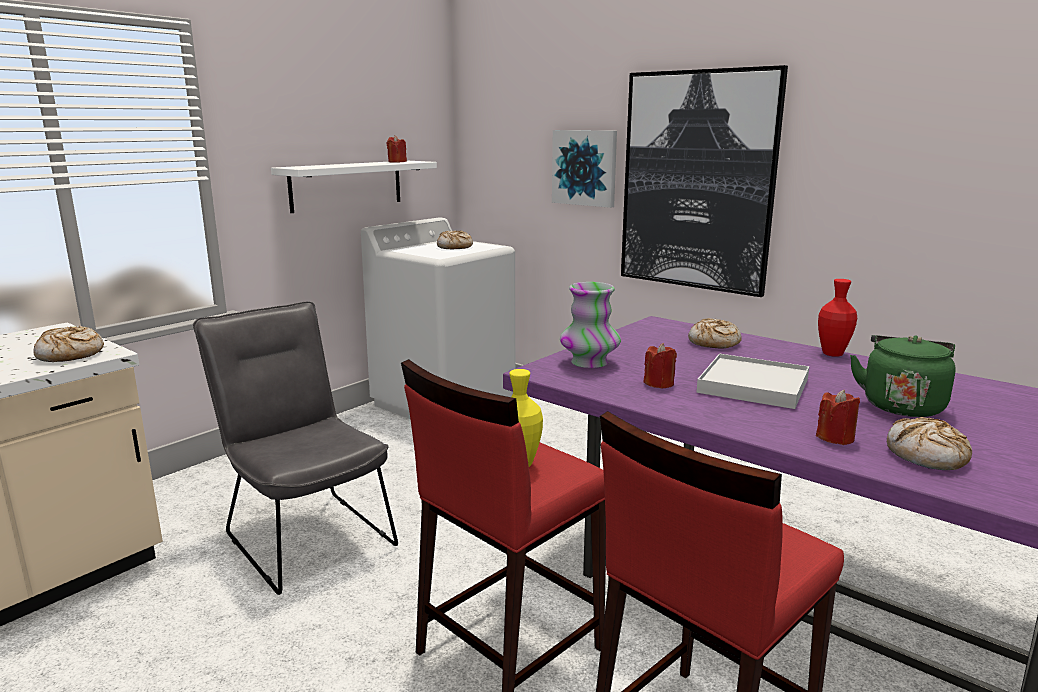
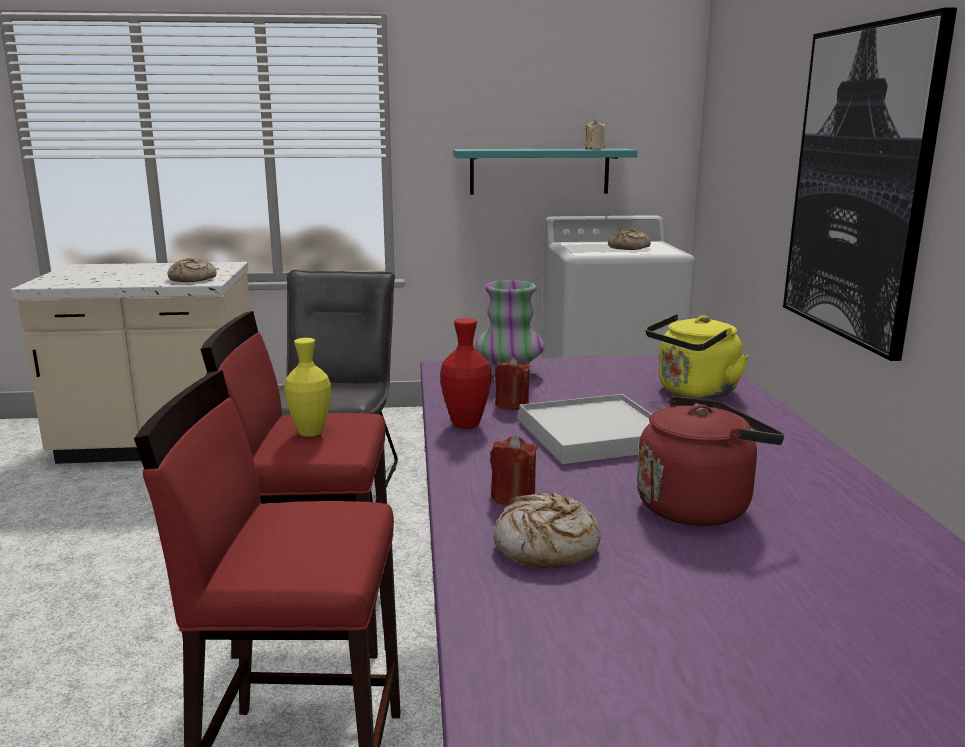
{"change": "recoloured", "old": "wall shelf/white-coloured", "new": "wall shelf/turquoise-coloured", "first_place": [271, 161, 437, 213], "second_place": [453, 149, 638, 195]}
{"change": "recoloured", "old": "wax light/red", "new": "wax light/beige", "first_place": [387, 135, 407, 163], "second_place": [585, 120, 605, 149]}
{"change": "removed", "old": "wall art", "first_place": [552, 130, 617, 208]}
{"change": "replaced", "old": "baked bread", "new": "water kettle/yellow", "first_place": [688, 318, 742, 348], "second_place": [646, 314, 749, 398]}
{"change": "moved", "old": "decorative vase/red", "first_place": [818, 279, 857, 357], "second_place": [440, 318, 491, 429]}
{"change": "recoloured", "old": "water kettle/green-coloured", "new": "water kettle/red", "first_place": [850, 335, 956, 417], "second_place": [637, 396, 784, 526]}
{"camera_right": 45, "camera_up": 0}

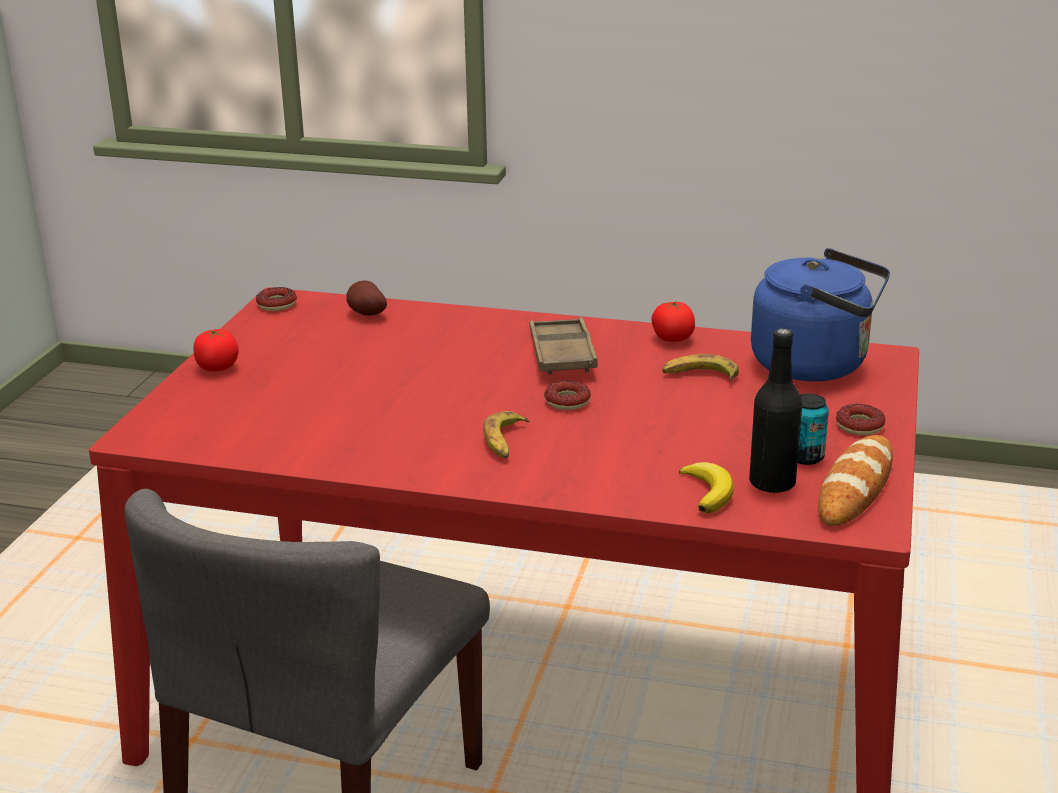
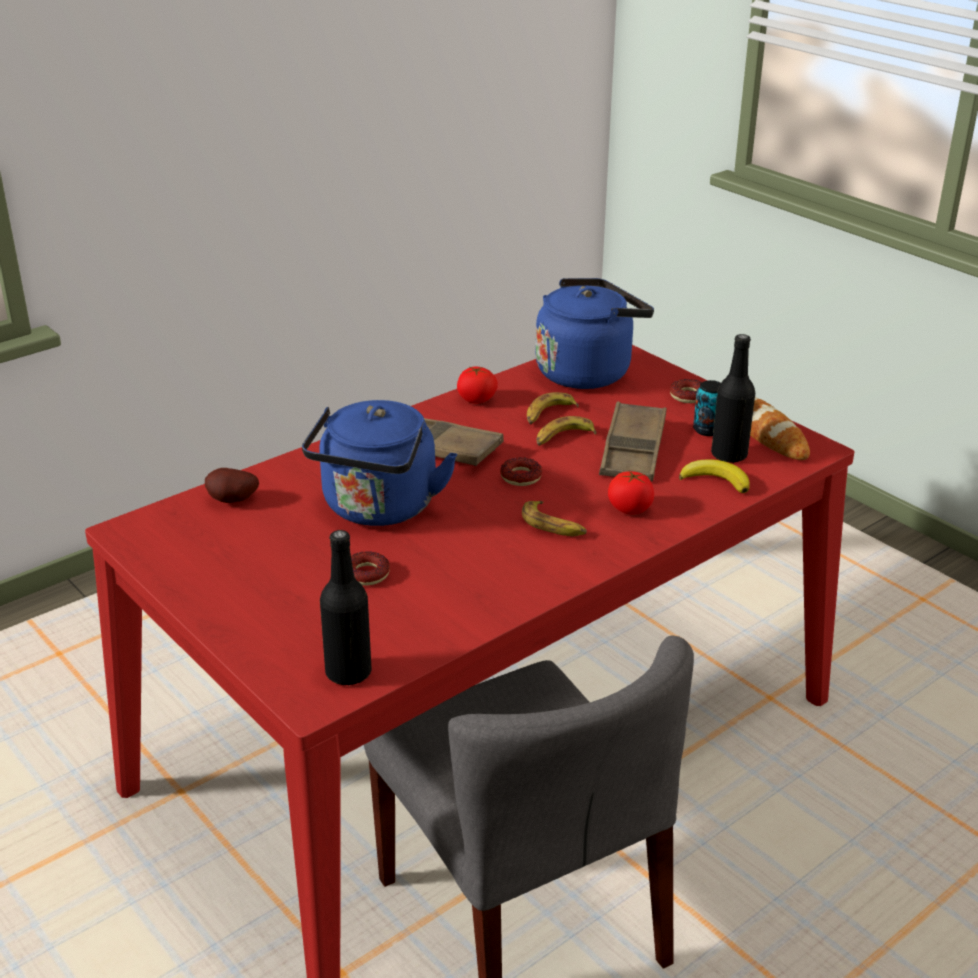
{"change": "moved", "old": "whole tomato", "first_place": [193, 329, 238, 372], "second_place": [608, 471, 654, 514]}
{"change": "moved", "old": "donut", "first_place": [256, 287, 297, 311], "second_place": [351, 551, 390, 586]}
{"change": "added", "new": "water kettle/bluish", "second_place": [302, 400, 457, 526]}
{"change": "added", "new": "beverage bottle/blackish", "second_place": [320, 530, 372, 685]}
{"change": "added", "new": "banana fruit", "second_place": [536, 416, 596, 446]}
{"change": "added", "new": "carrying tray/brownish", "second_place": [599, 402, 667, 482]}
{"camera_right": -55, "camera_up": 5}

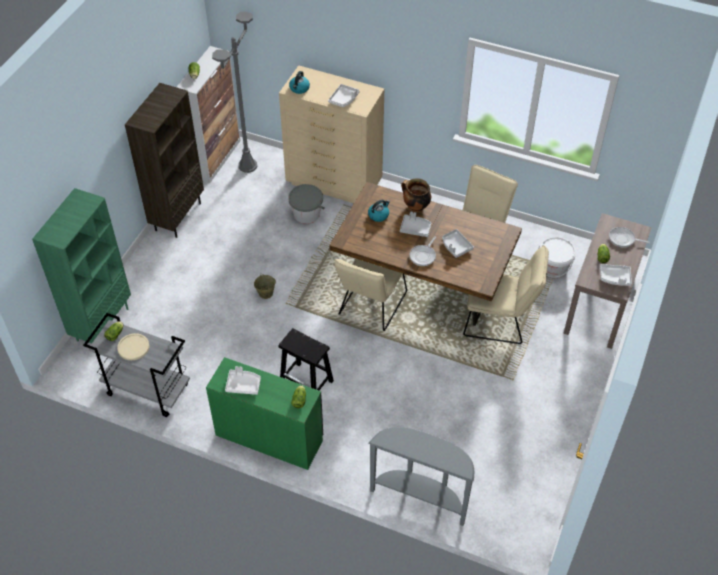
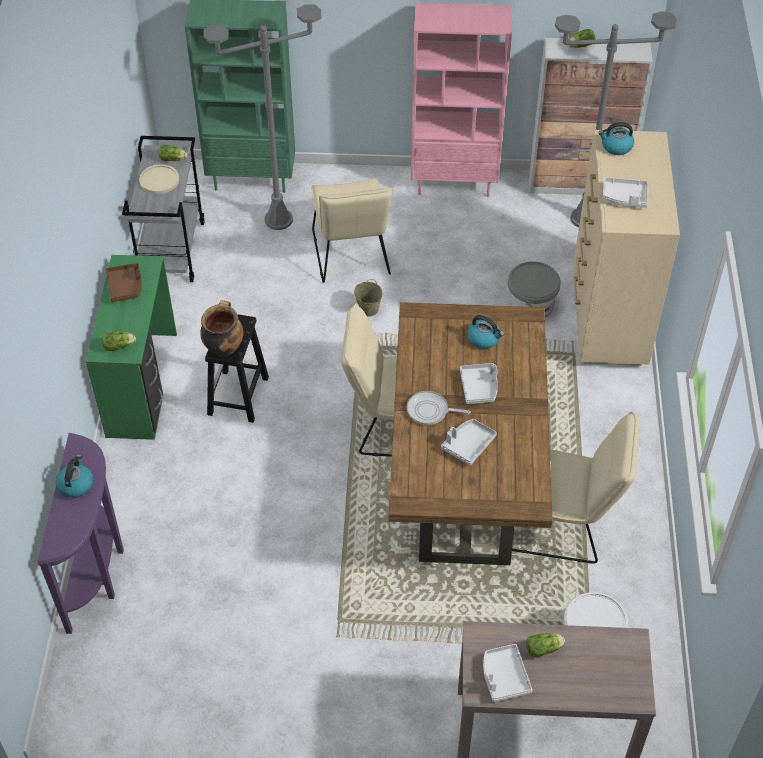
{"change": "recoloured", "old": "bookcase/brownish", "new": "bookcase/pink-coloured", "first_place": [125, 83, 204, 238], "second_place": [411, 3, 512, 197]}
{"change": "recoloured", "old": "carrying tray/white-coloured", "new": "carrying tray/brownish", "first_place": [225, 366, 261, 395], "second_place": [106, 263, 142, 302]}
{"change": "recoloured", "old": "narrow table/gray", "new": "narrow table/purplish", "first_place": [368, 427, 474, 526], "second_place": [38, 433, 124, 634]}
{"change": "moved", "old": "cooking pot", "first_place": [401, 178, 431, 212], "second_place": [200, 300, 243, 356]}
{"change": "moved", "old": "upright chair/beige", "first_place": [463, 245, 549, 344], "second_place": [311, 178, 393, 283]}
{"change": "removed", "old": "skillet", "first_place": [609, 227, 650, 247]}
{"change": "added", "new": "water kettle", "second_place": [56, 455, 93, 498]}
{"change": "added", "new": "floor lamp/gray", "second_place": [203, 4, 321, 230]}
{"camera_right": 70, "camera_up": 0}

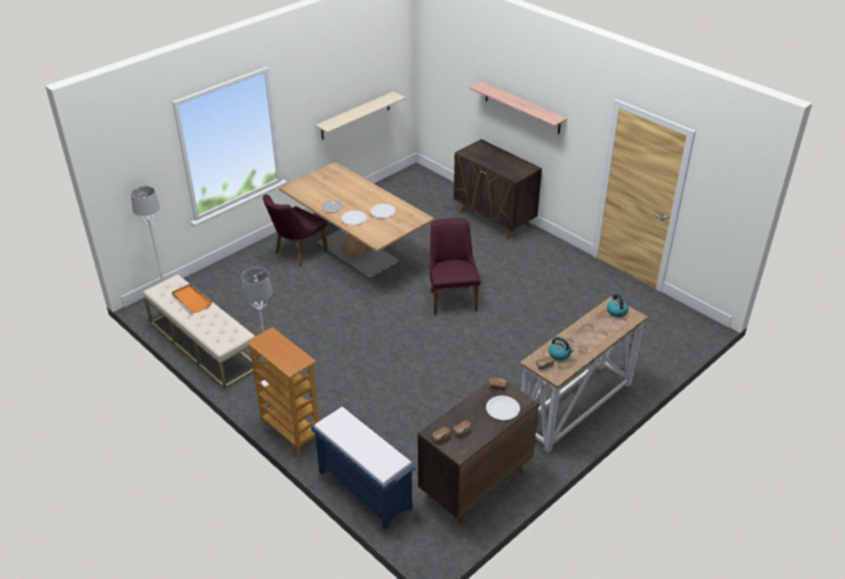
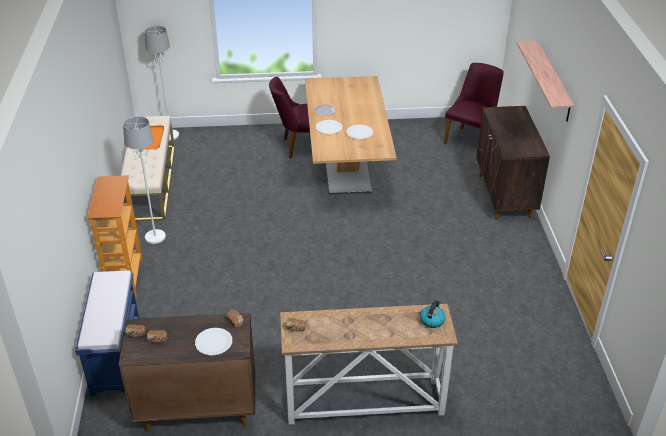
{"change": "removed", "old": "wall shelf/beige", "first_place": [315, 91, 406, 140]}
{"change": "moved", "old": "upright chair/purplish", "first_place": [429, 218, 481, 315], "second_place": [444, 63, 504, 144]}
{"change": "removed", "old": "water kettle", "first_place": [548, 337, 574, 361]}
{"camera_right": 40, "camera_up": 0}

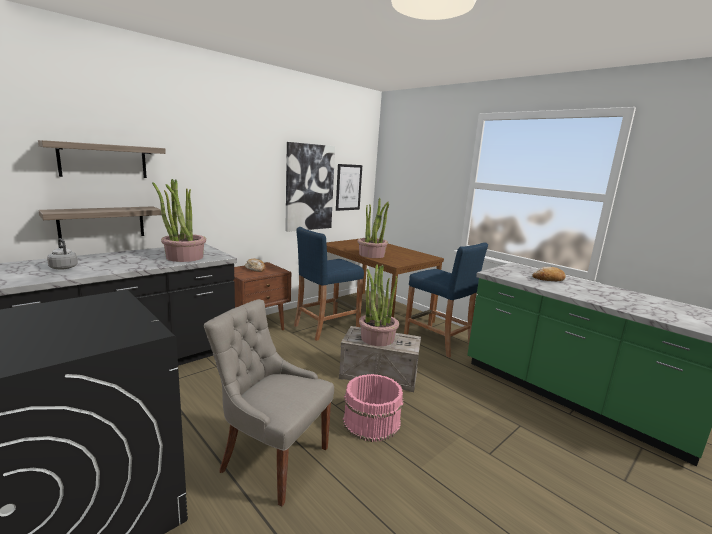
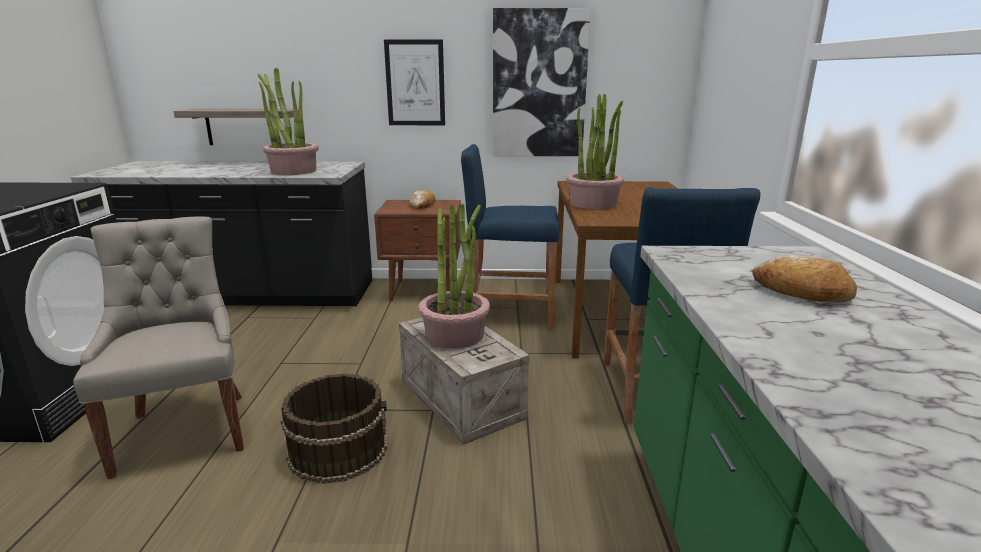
{"change": "removed", "old": "wall shelf", "first_place": [38, 140, 166, 178]}
{"change": "removed", "old": "water kettle/gray", "first_place": [47, 238, 78, 270]}
{"change": "moved", "old": "wall art", "first_place": [336, 164, 362, 211], "second_place": [384, 40, 445, 125]}
{"change": "recoloured", "old": "bucket/pink-coloured", "new": "bucket/brownish", "first_place": [343, 374, 403, 442], "second_place": [281, 373, 387, 484]}
{"camera_right": 45, "camera_up": 5}

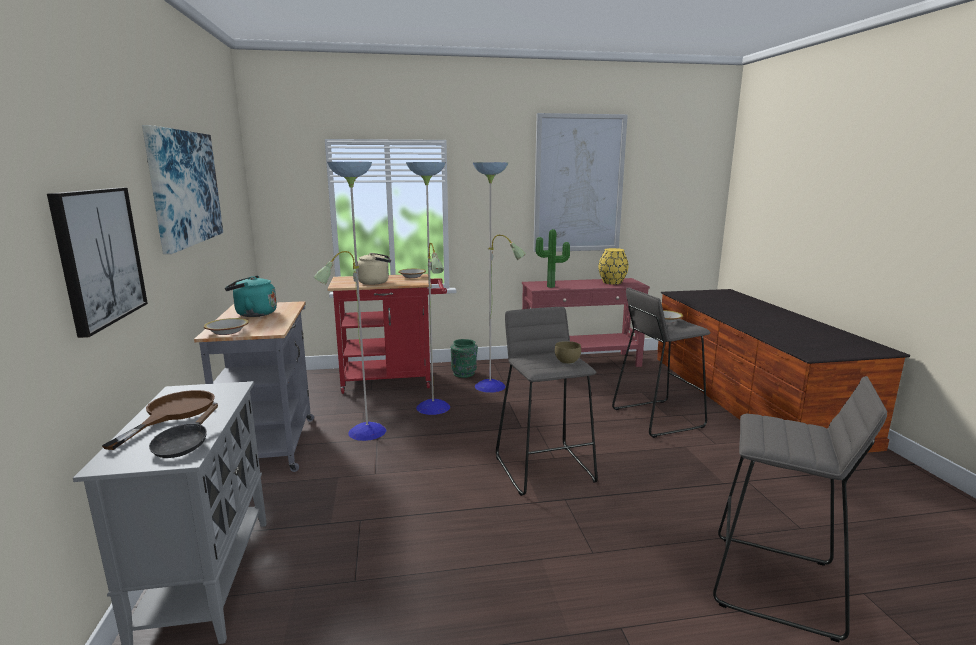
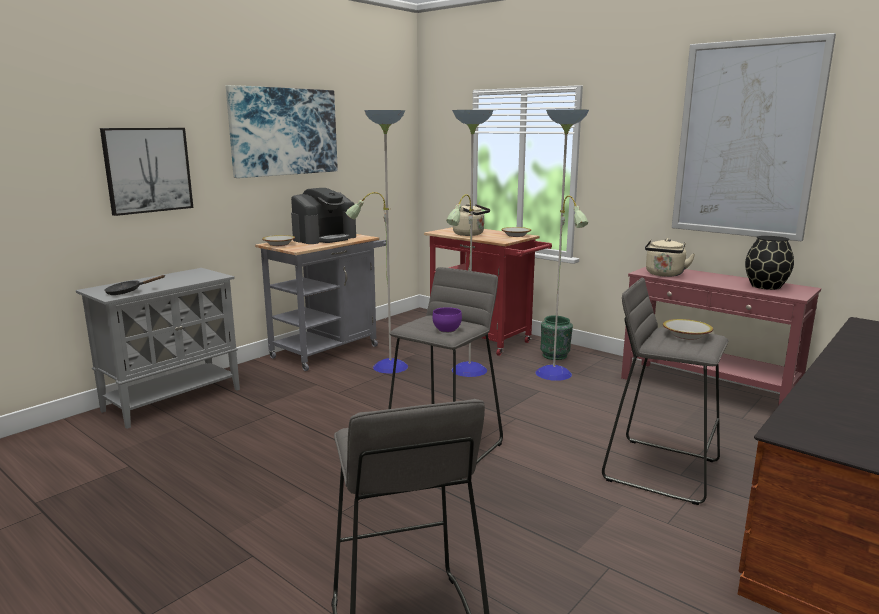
{"change": "removed", "old": "skillet/brownish", "first_place": [102, 390, 215, 450]}
{"change": "replaced", "old": "water kettle/turquoise-coloured", "new": "coffee brewer", "first_place": [225, 275, 277, 317], "second_place": [291, 188, 356, 244]}
{"change": "replaced", "old": "plant in a pot", "new": "water kettle/beige", "first_place": [536, 229, 570, 288], "second_place": [645, 238, 695, 277]}
{"change": "recoloured", "old": "bowl/brownish", "new": "bowl/purplish", "first_place": [555, 341, 581, 364], "second_place": [432, 307, 462, 333]}
{"change": "recoloured", "old": "decorative vase/yellow", "new": "decorative vase/blackish", "first_place": [598, 248, 628, 284], "second_place": [745, 236, 794, 290]}
{"camera_right": 50, "camera_up": 0}

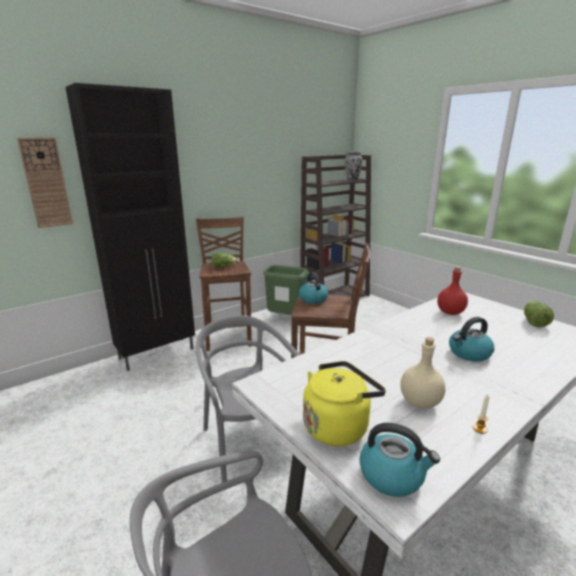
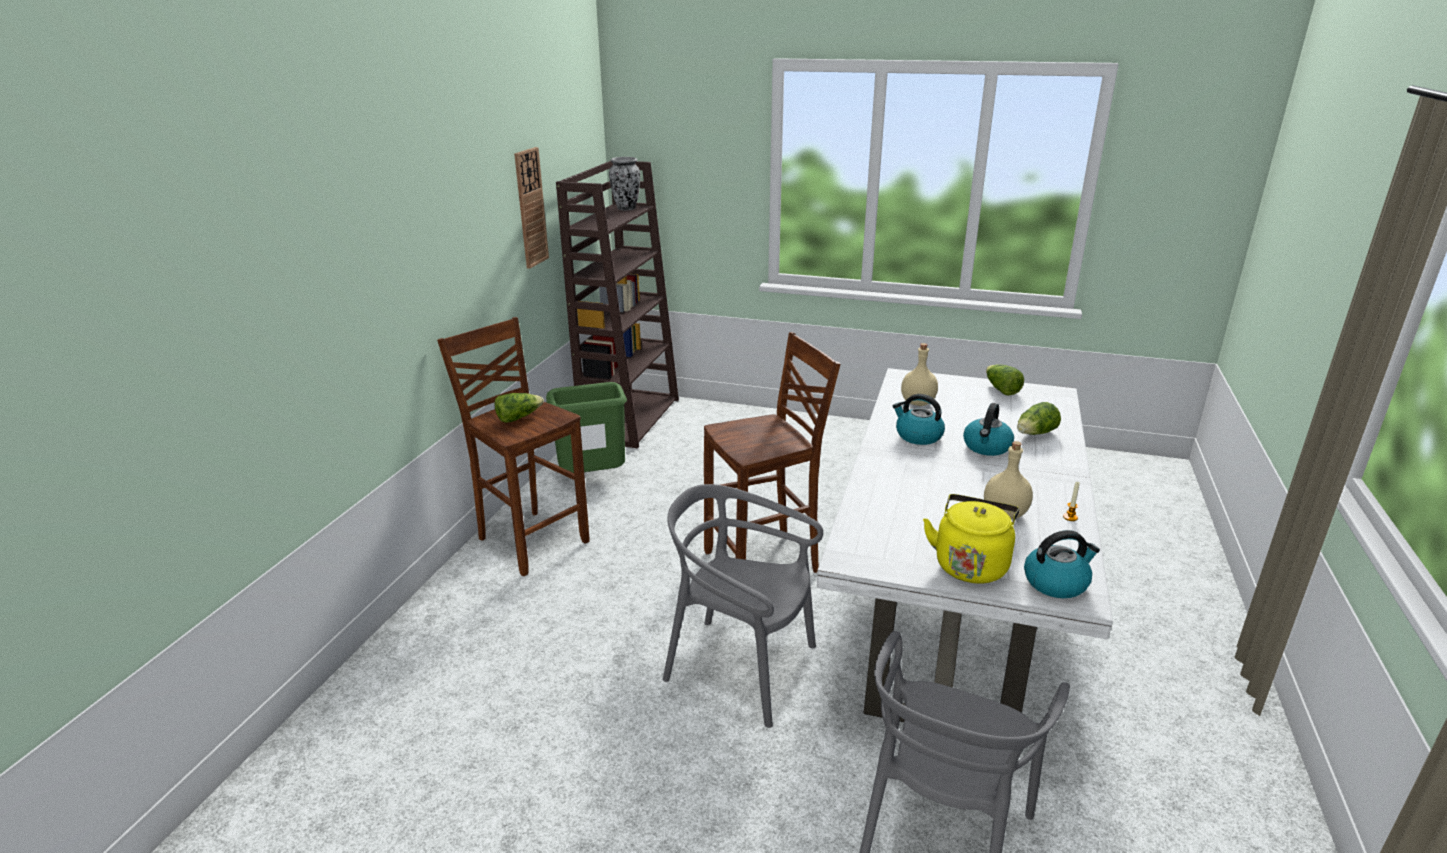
{"change": "moved", "old": "wall clock", "first_place": [17, 138, 73, 228], "second_place": [514, 147, 549, 269]}
{"change": "removed", "old": "cabinet/blackish", "first_place": [65, 83, 195, 371]}
{"change": "moved", "old": "water kettle", "first_place": [299, 272, 328, 304], "second_place": [893, 394, 945, 445]}
{"change": "recoloured", "old": "beverage bottle/red", "new": "beverage bottle/beige", "first_place": [437, 267, 468, 315], "second_place": [901, 343, 938, 406]}
{"change": "added", "new": "head of lettuce", "second_place": [1017, 402, 1061, 435]}
{"camera_right": -35, "camera_up": 5}

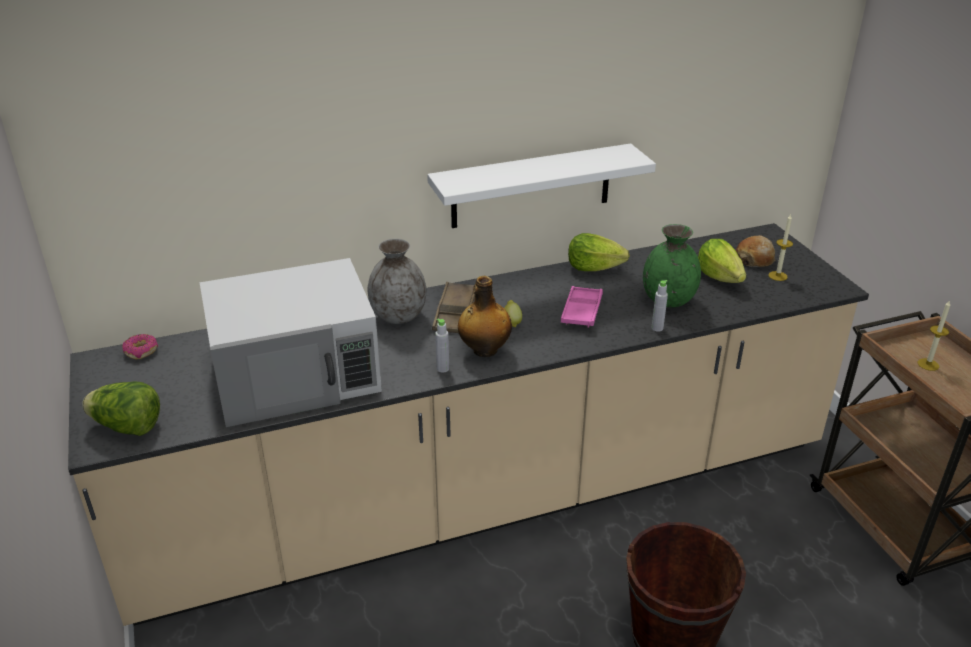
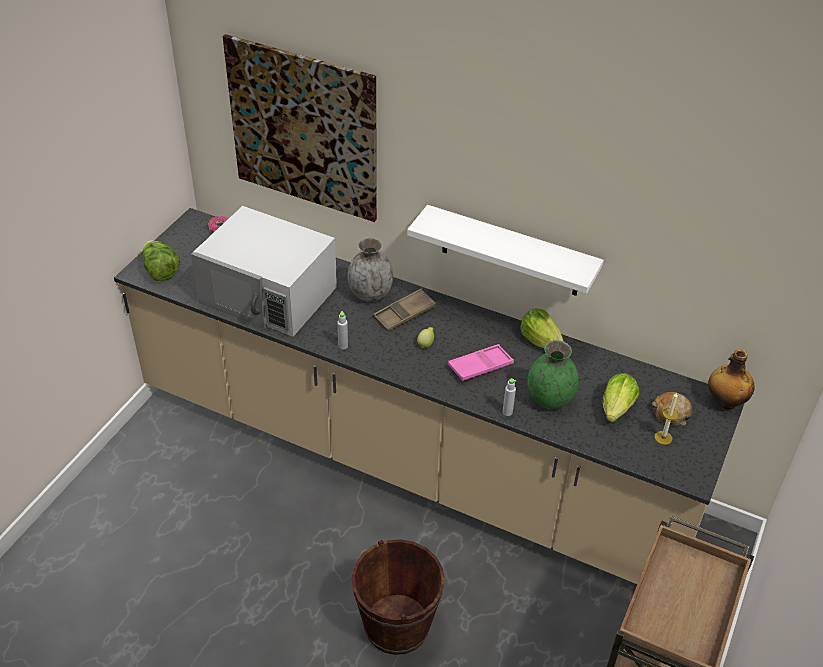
{"change": "moved", "old": "beverage bottle", "first_place": [458, 276, 512, 357], "second_place": [708, 350, 755, 409]}
{"change": "removed", "old": "wax light", "first_place": [918, 300, 950, 371]}
{"change": "added", "new": "wall art", "second_place": [223, 34, 377, 222]}
{"camera_right": 45, "camera_up": 10}

